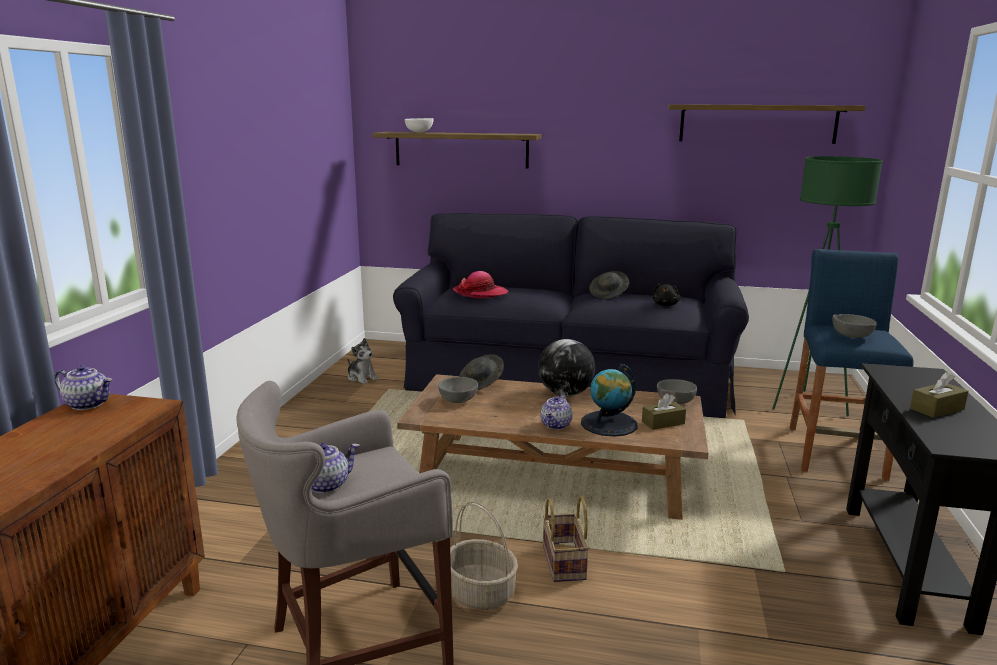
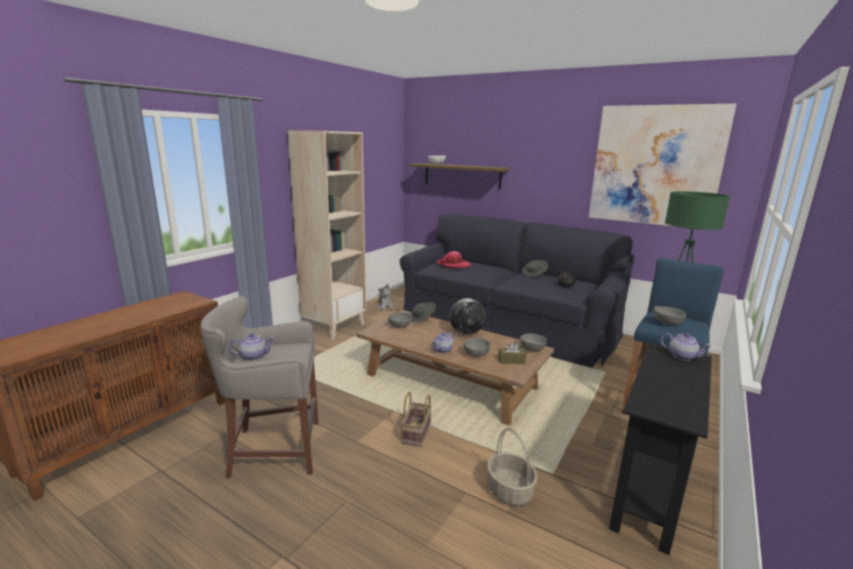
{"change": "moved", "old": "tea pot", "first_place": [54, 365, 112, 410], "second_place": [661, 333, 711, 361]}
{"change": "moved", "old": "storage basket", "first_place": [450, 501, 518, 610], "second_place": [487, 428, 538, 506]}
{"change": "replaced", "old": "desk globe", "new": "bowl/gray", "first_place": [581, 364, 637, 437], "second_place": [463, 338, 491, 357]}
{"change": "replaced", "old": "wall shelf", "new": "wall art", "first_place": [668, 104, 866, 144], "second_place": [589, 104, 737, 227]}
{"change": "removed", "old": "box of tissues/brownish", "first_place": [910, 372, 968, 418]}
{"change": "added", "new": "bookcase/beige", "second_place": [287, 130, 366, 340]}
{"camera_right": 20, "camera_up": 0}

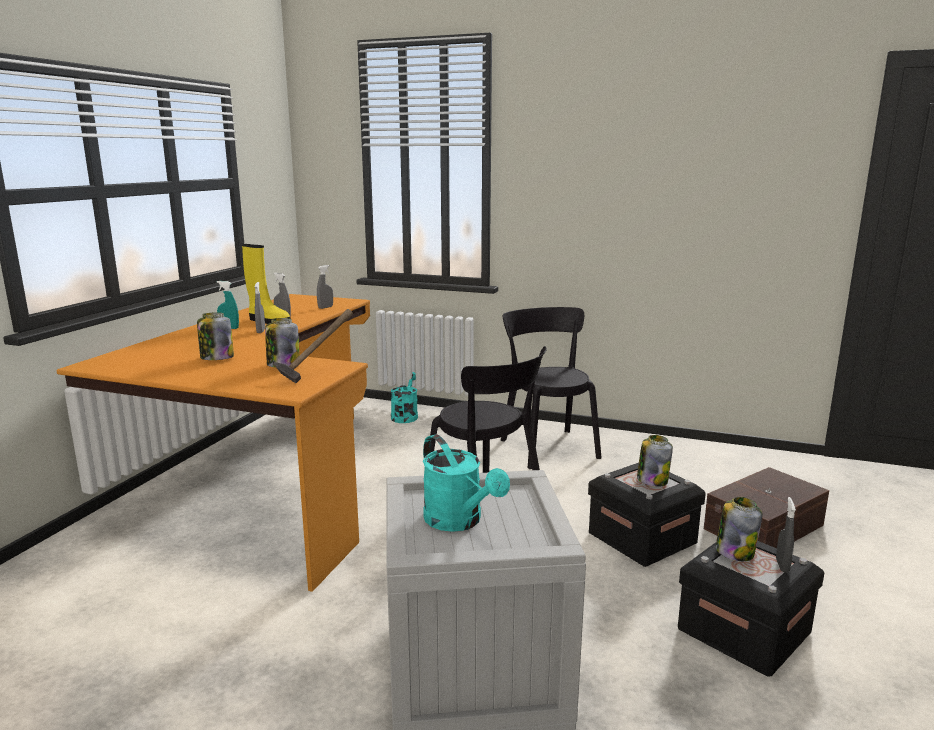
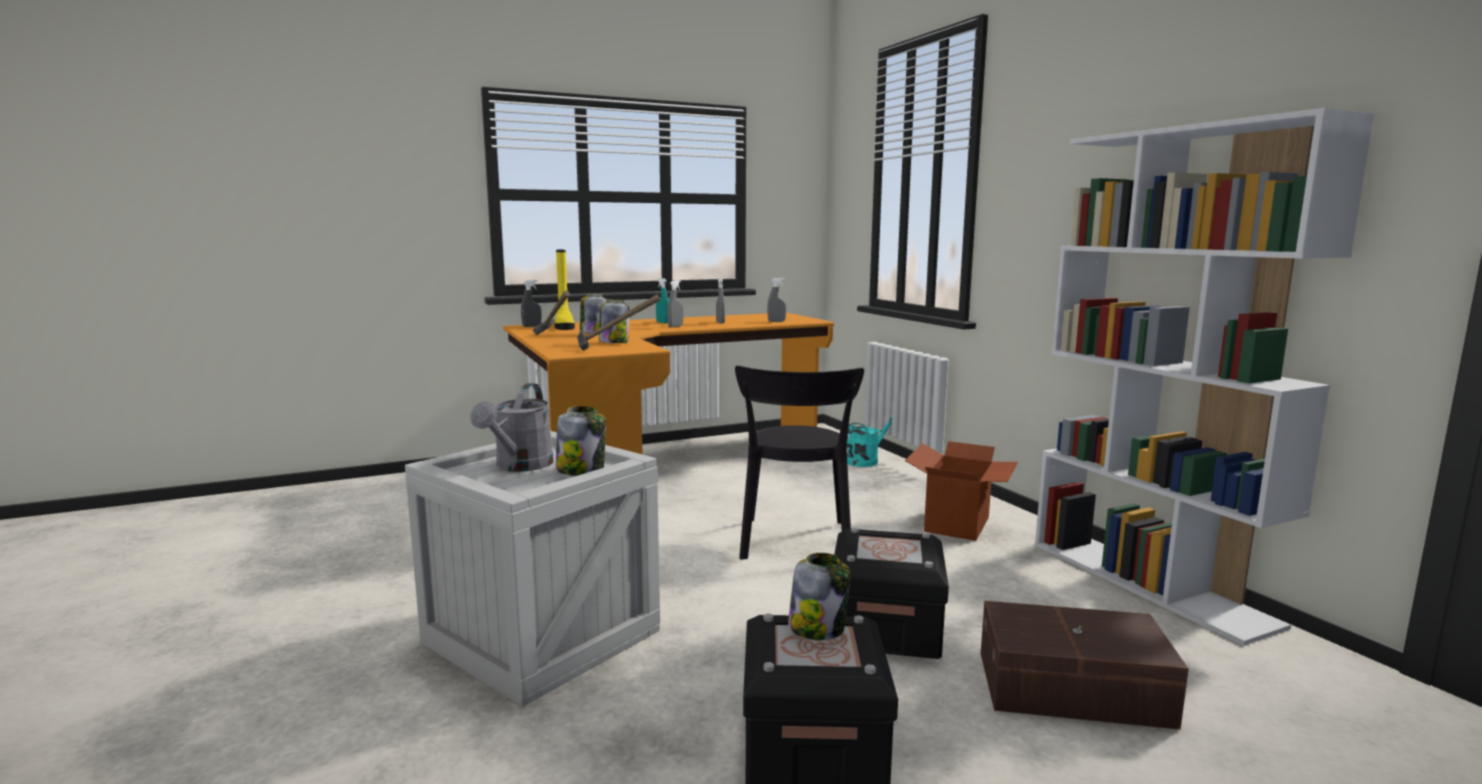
{"change": "moved", "old": "tall boot/yellow", "first_place": [242, 244, 291, 324], "second_place": [554, 249, 575, 330]}
{"change": "recoloured", "old": "watering pot/turquoise-coloured", "new": "watering pot/gray", "first_place": [423, 434, 510, 532], "second_place": [470, 383, 554, 472]}
{"change": "replaced", "old": "upright chair/blackish", "new": "packing box", "first_place": [501, 307, 602, 469], "second_place": [905, 441, 1018, 541]}
{"change": "moved", "old": "jar", "first_place": [637, 435, 673, 487], "second_place": [556, 406, 606, 476]}
{"change": "moved", "old": "hand sprayer/gray", "first_place": [776, 497, 796, 572], "second_place": [521, 280, 541, 327]}
{"change": "added", "new": "hand hammer", "second_place": [533, 291, 570, 335]}
{"change": "added", "new": "bookcase/white-coloured", "second_place": [1035, 108, 1375, 646]}
{"camera_right": 45, "camera_up": -5}

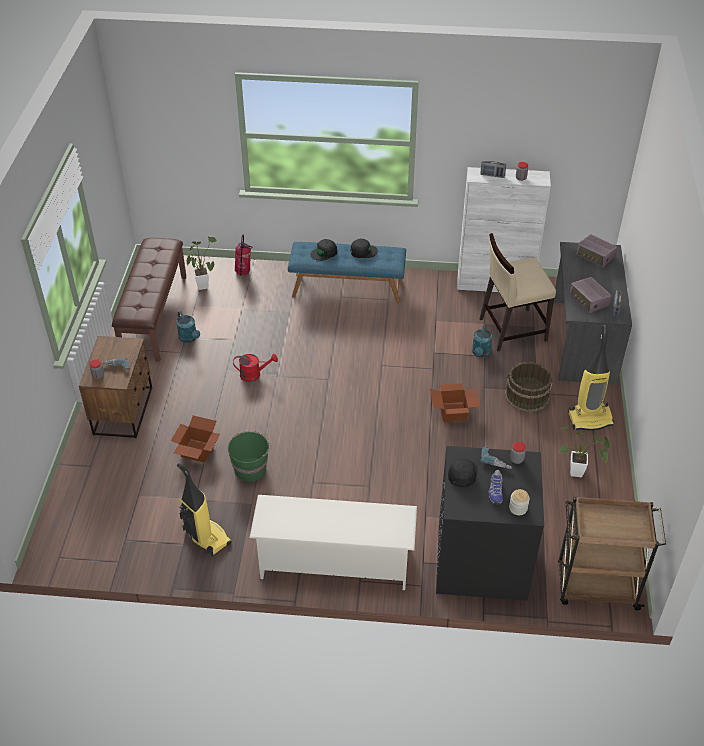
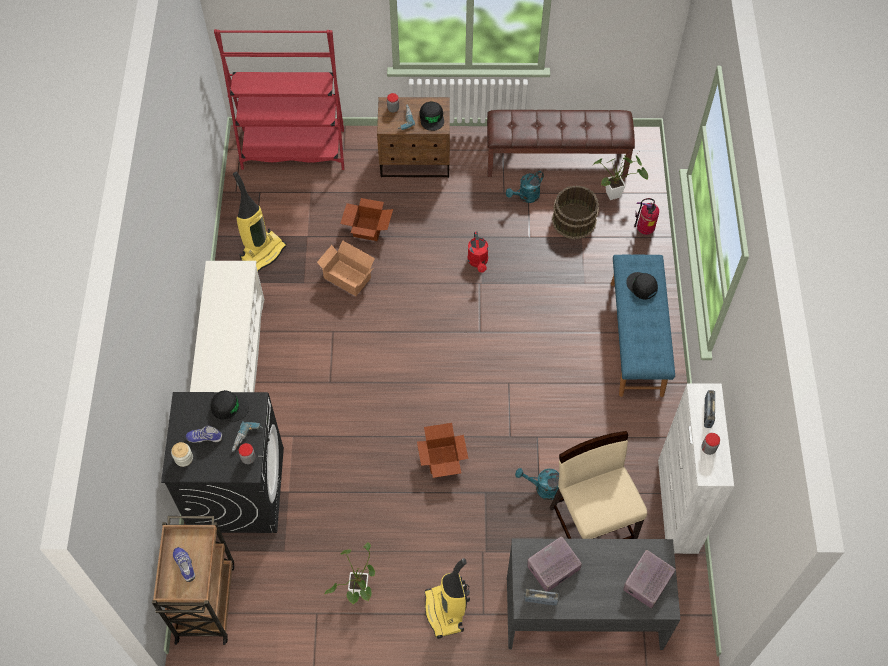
{"change": "replaced", "old": "bucket/green-coloured", "new": "packing box", "first_place": [228, 431, 271, 482], "second_place": [317, 240, 375, 296]}
{"change": "moved", "old": "peaked cap/blackish", "first_place": [351, 239, 378, 258], "second_place": [419, 102, 444, 131]}
{"change": "moved", "old": "bucket/brownish", "first_place": [505, 362, 552, 412], "second_place": [552, 185, 599, 239]}
{"change": "added", "new": "shoe", "second_place": [173, 547, 195, 582]}
{"change": "added", "new": "bookcase/red", "second_place": [214, 29, 344, 170]}
{"camera_right": 85, "camera_up": 15}

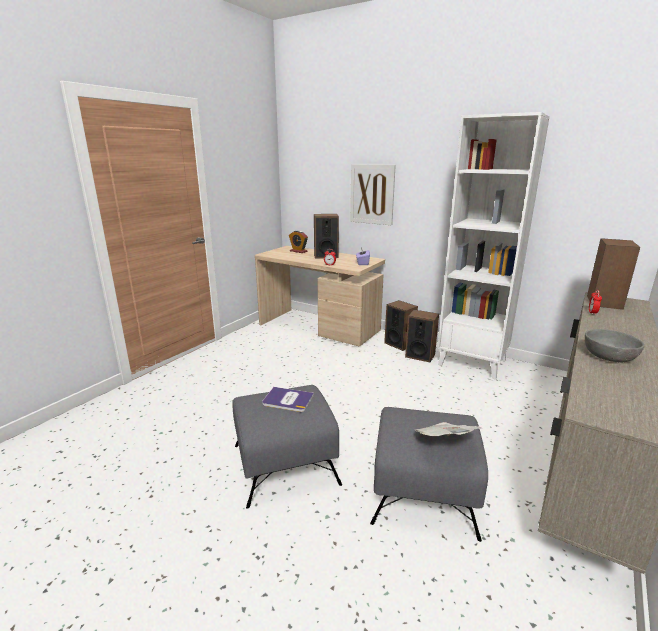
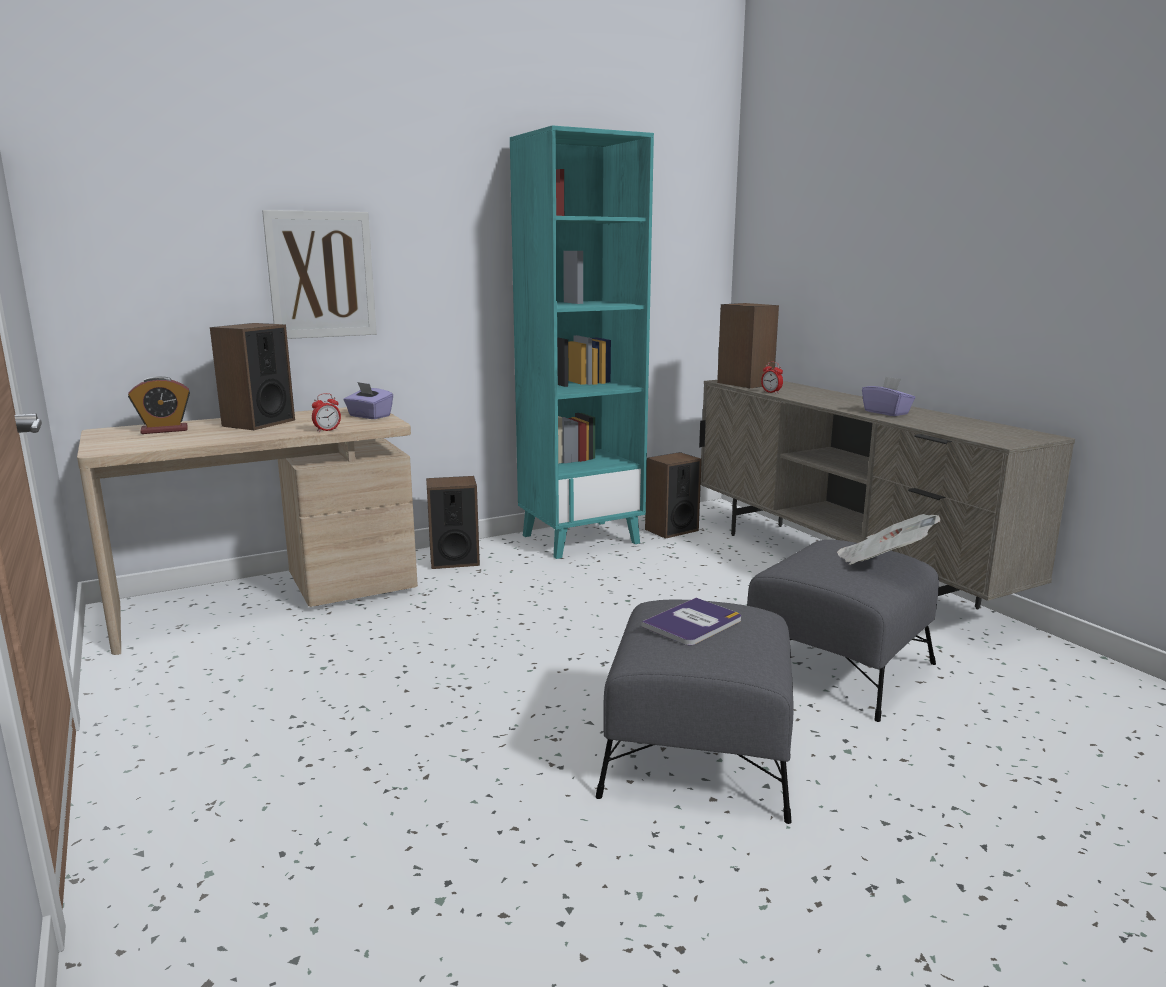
{"change": "moved", "old": "speaker", "first_place": [405, 310, 439, 362], "second_place": [645, 452, 702, 539]}
{"change": "recoloured", "old": "bookcase/white-coloured", "new": "bookcase/turquoise-coloured", "first_place": [437, 112, 550, 379], "second_place": [510, 125, 654, 559]}
{"change": "replaced", "old": "bowl/gray", "new": "box of tissues/purplish", "first_place": [585, 329, 644, 362], "second_place": [862, 377, 915, 416]}
{"camera_right": -60, "camera_up": -5}

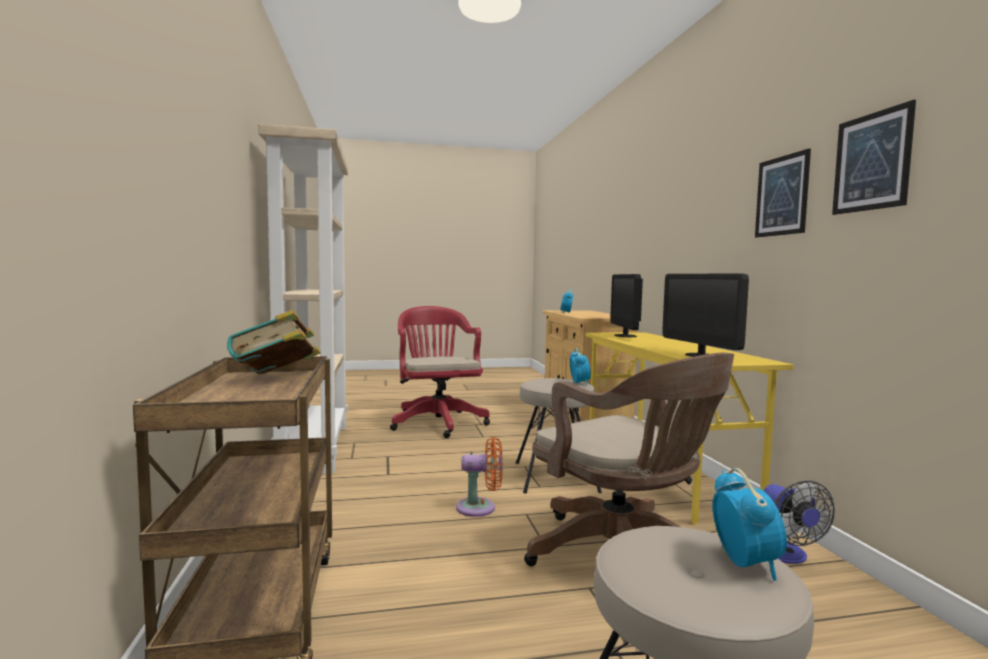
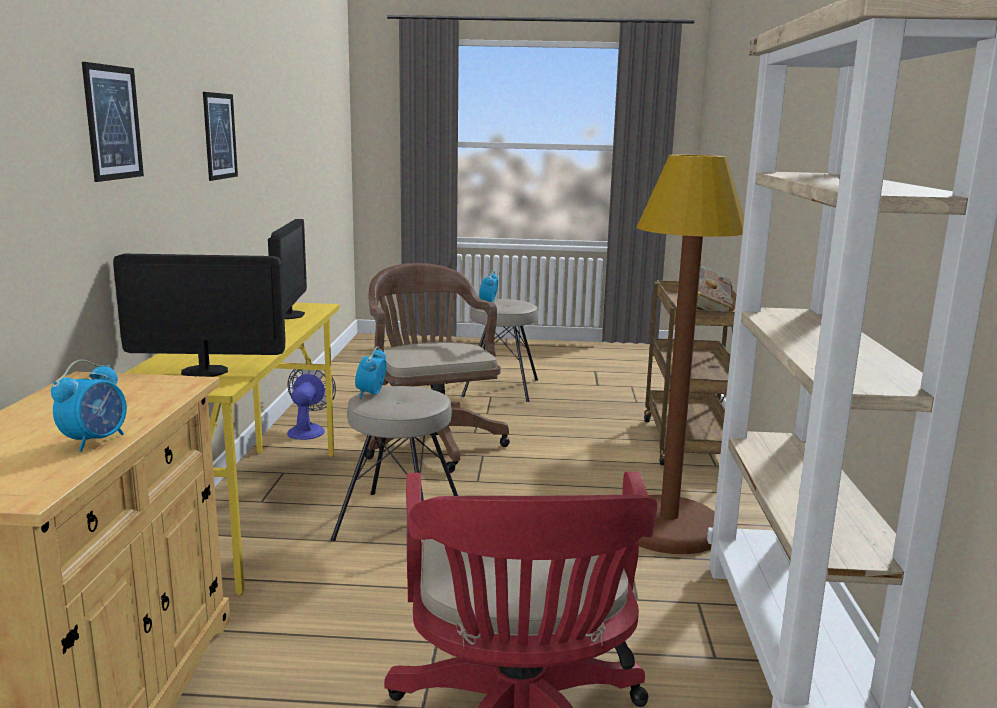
{"change": "removed", "old": "fan/orange", "first_place": [456, 437, 503, 517]}
{"change": "turned", "old": "computer screen", "first_place": [610, 274, 643, 337], "second_place": [113, 254, 285, 377], "degrees": -105}
{"change": "moved", "old": "wall art", "first_place": [832, 100, 916, 215], "second_place": [82, 62, 144, 182]}
{"change": "added", "new": "floor lamp/brownish", "second_place": [636, 155, 744, 554]}
{"camera_right": -165, "camera_up": 10}

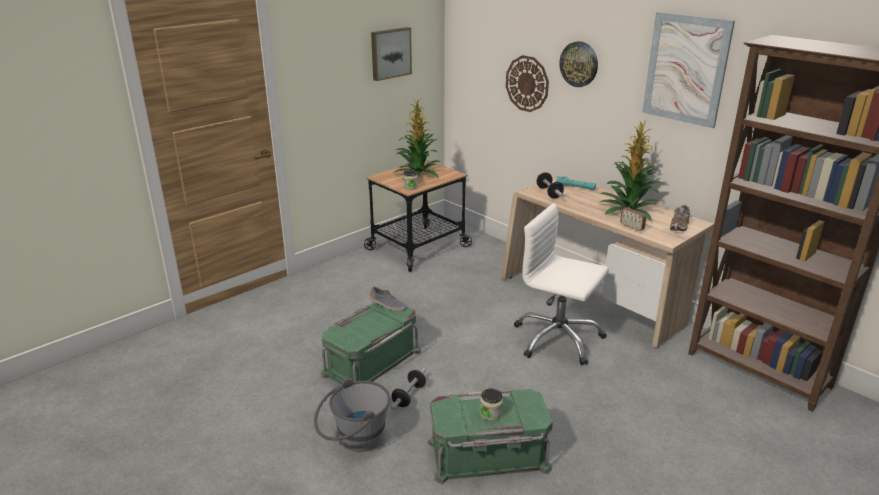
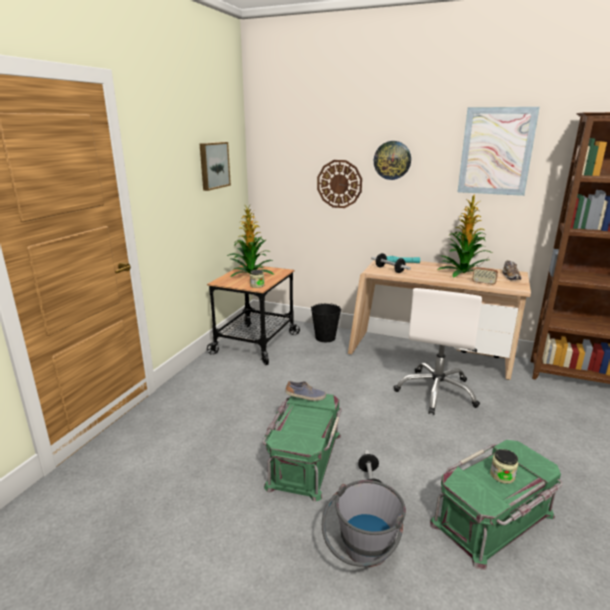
{"change": "turned", "old": "office chair/white-coloured", "first_place": [514, 203, 609, 365], "second_place": [394, 288, 482, 415], "degrees": -75}
{"change": "added", "new": "bucket/blackish", "second_place": [311, 303, 341, 342]}
{"camera_right": -25, "camera_up": -5}

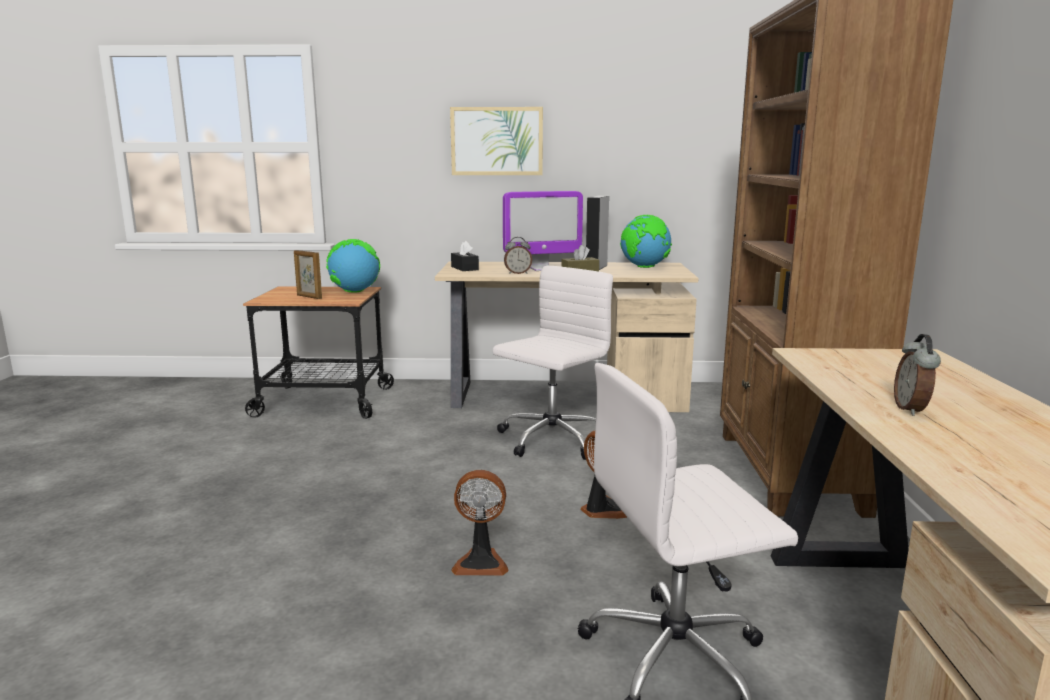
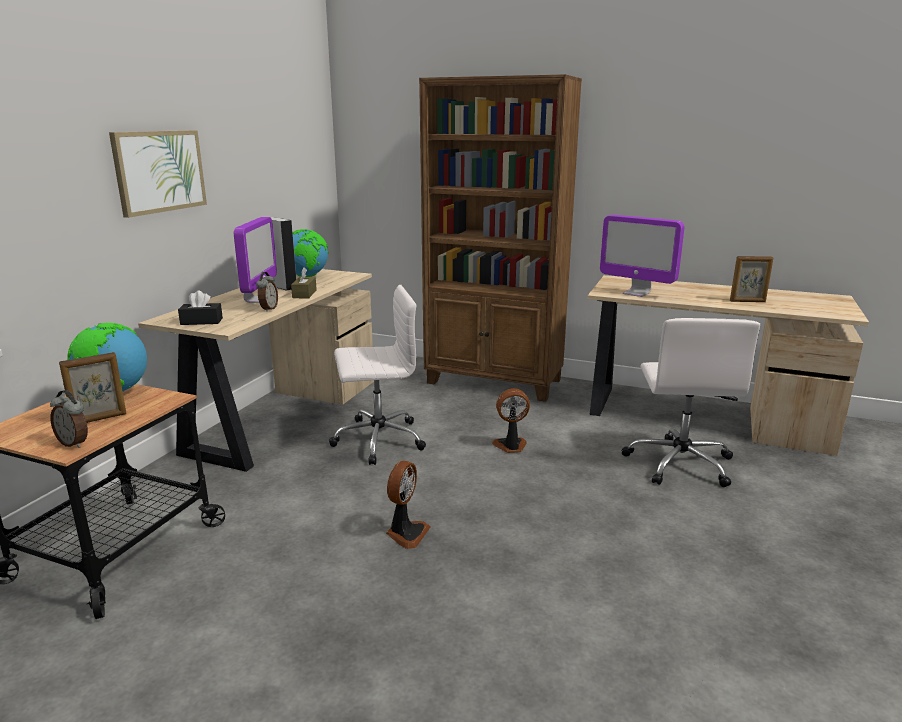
{"change": "moved", "old": "fan", "first_place": [451, 470, 508, 576], "second_place": [386, 461, 431, 549]}
{"change": "turned", "old": "office chair/white-coloured", "first_place": [493, 266, 613, 460], "second_place": [329, 285, 426, 465], "degrees": 105}
{"change": "moved", "old": "table clock", "first_place": [894, 334, 941, 416], "second_place": [50, 390, 88, 448]}
{"change": "added", "new": "computer screen", "second_place": [600, 215, 684, 297]}
{"change": "added", "new": "standing frame", "second_place": [730, 256, 774, 302]}
{"camera_right": -70, "camera_up": 5}

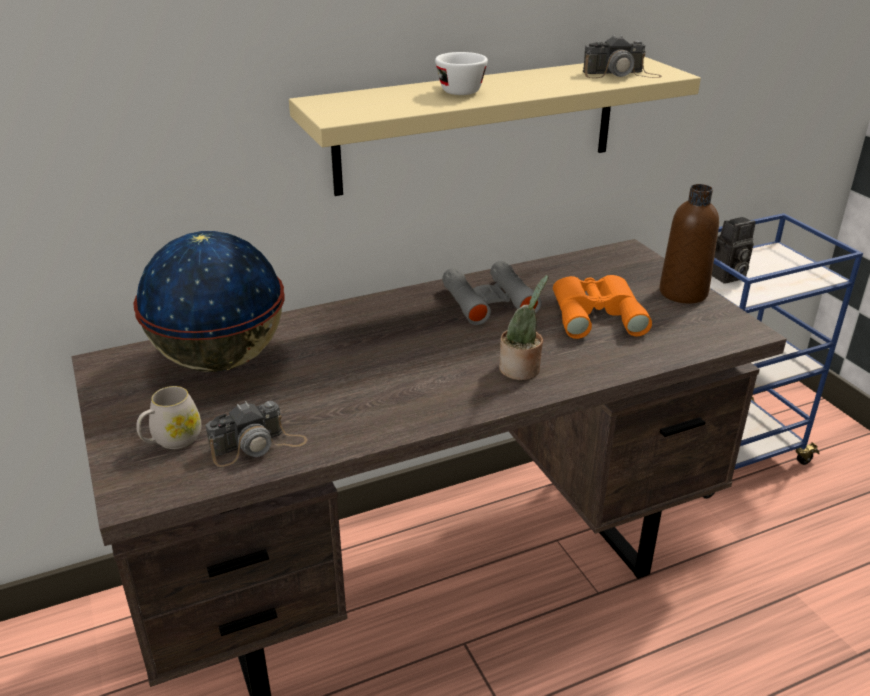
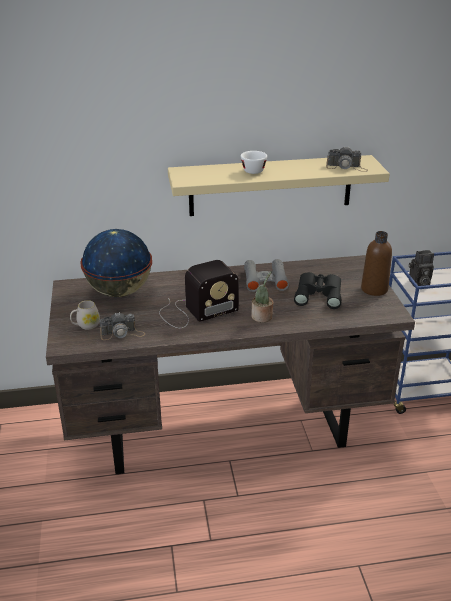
{"change": "recoloured", "old": "binoculars/orange", "new": "binoculars/blackish", "first_place": [553, 275, 652, 339], "second_place": [294, 272, 341, 309]}
{"change": "added", "new": "radio receiver", "second_place": [159, 260, 239, 328]}
{"camera_right": 15, "camera_up": 0}

